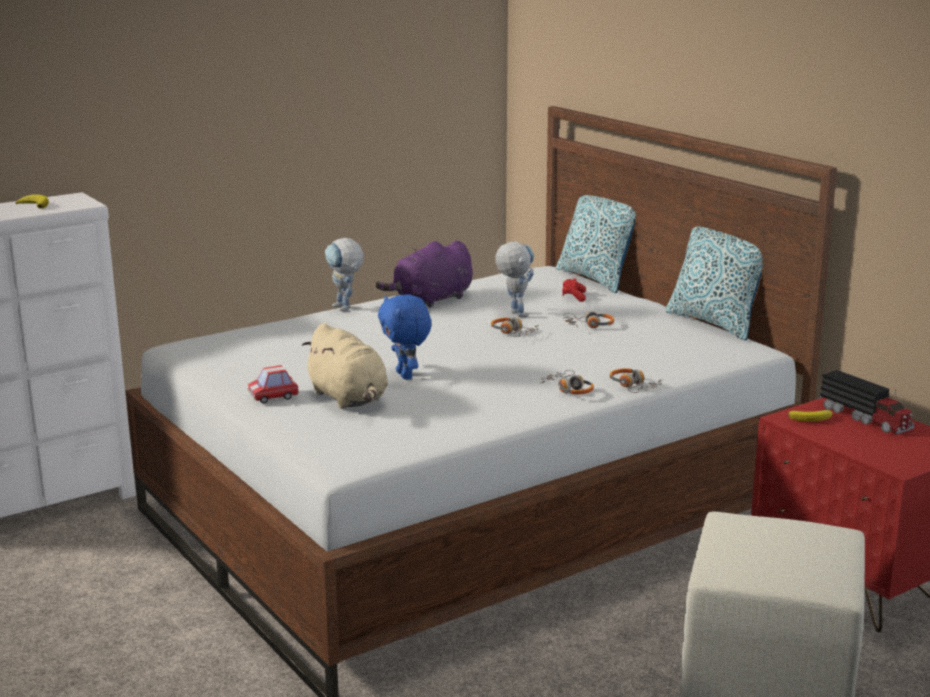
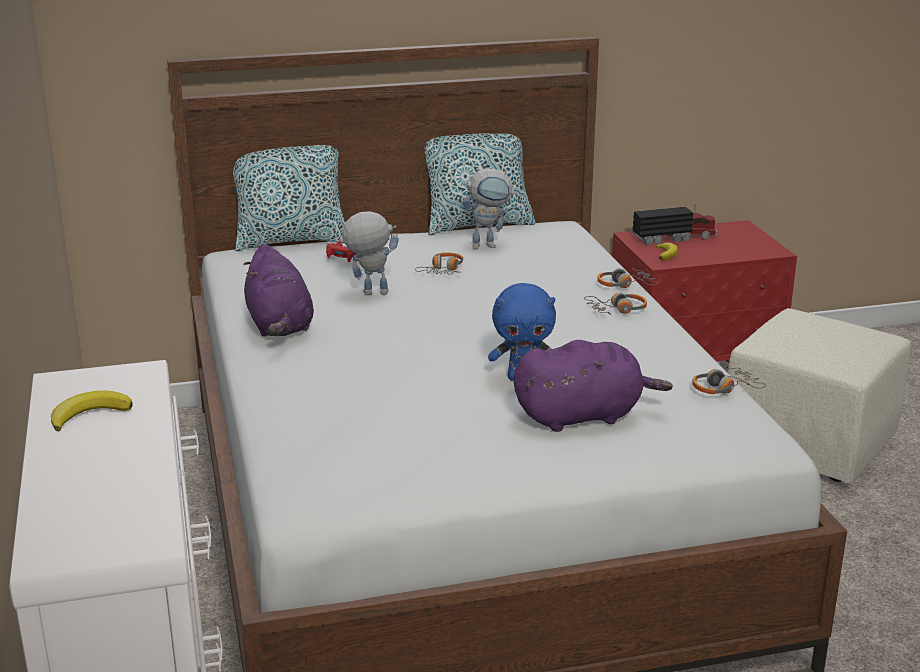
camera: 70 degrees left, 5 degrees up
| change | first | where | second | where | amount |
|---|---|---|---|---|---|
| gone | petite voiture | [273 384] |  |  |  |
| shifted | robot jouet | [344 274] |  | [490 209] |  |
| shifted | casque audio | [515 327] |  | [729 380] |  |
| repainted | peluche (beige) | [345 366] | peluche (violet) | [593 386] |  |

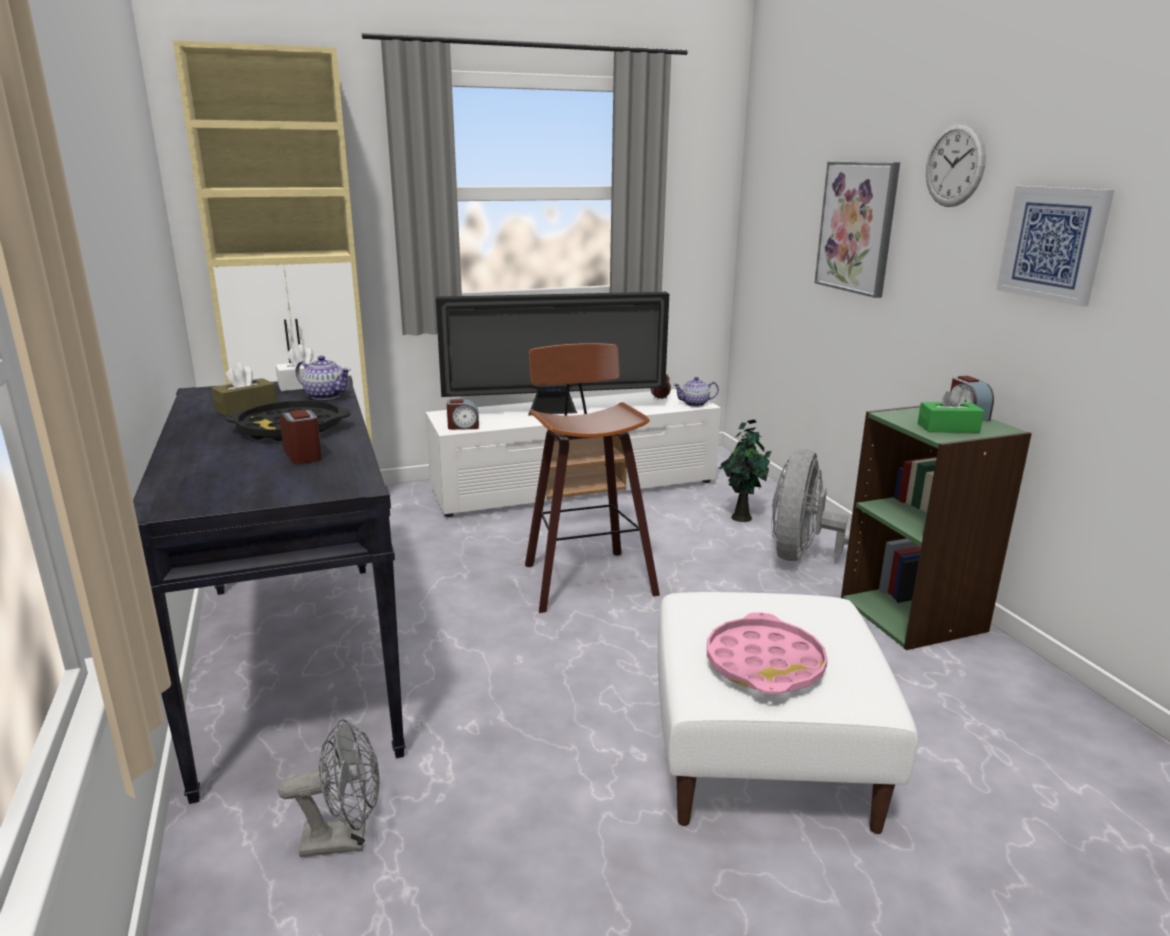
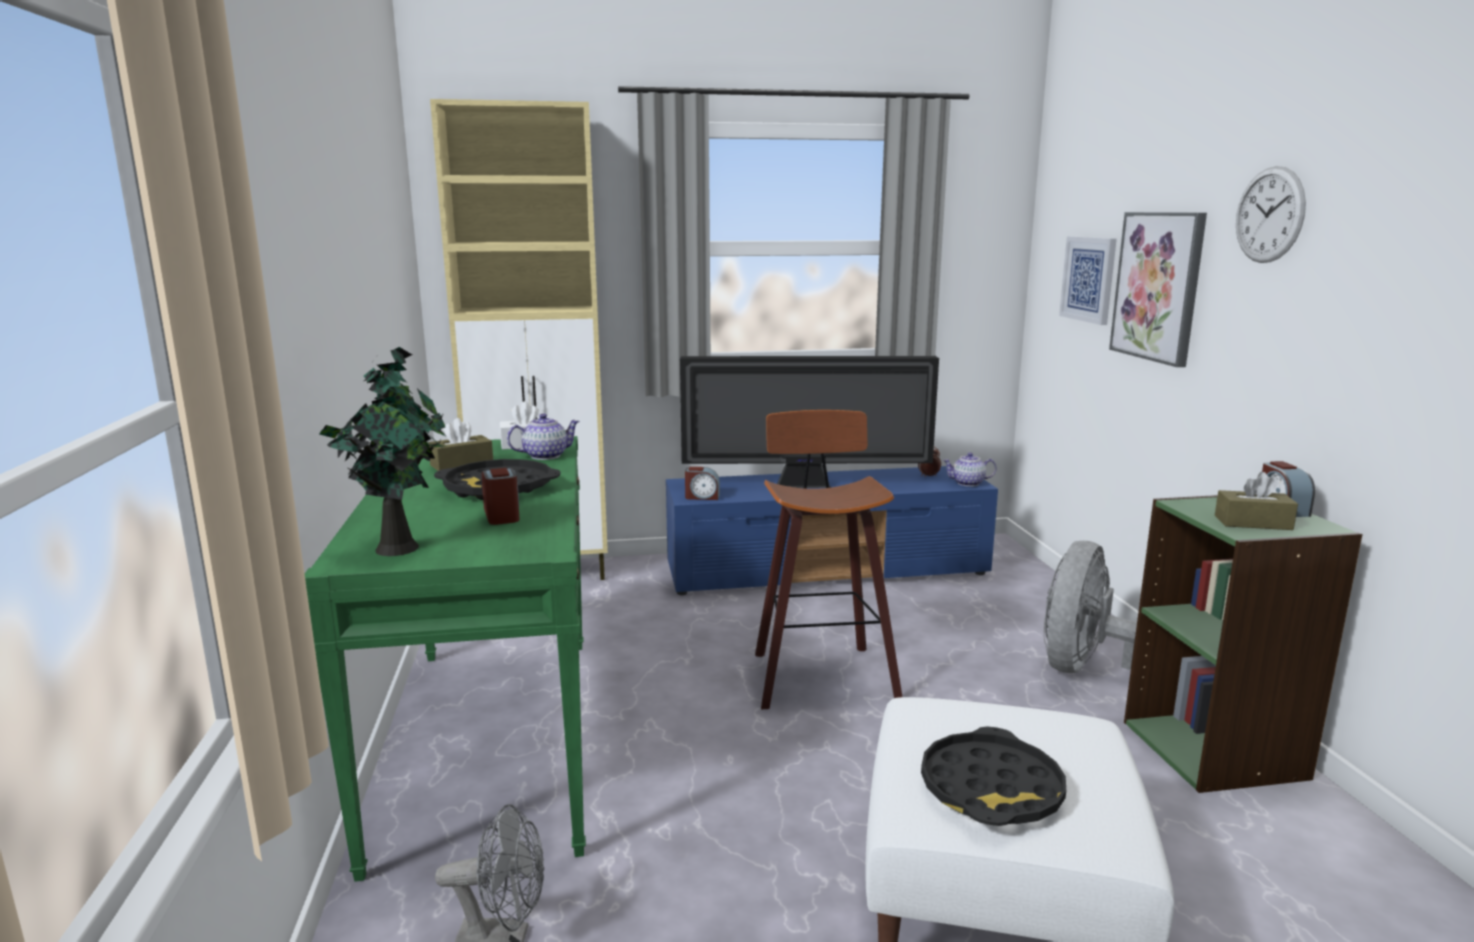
camera: 10 degrees right, 5 degrees down
| change | first | where | second | where | amount |
|---|---|---|---|---|---|
| shifted | plante en pot | [745 471] |  | [383 451] |  |
| shifted | tableau | [1055 246] |  | [1088 280] |  |
| repainted | table console (noir) | [269 590] | table console (vert) | [445 659] |  |
| repainted | meuble télé (blanc) | [573 453] | meuble télé (bleu) | [832 530] |  |
| repainted | plateau (rose) | [767 653] | plateau (noir) | [993 776] |  |
| repainted | boîte à mouchoirs (vert) | [951 409] | boîte à mouchoirs (marron) | [1256 501] |  |
| rotated | théière | [323 378] |  | [543 436] | 60 degrees counterclockwise |

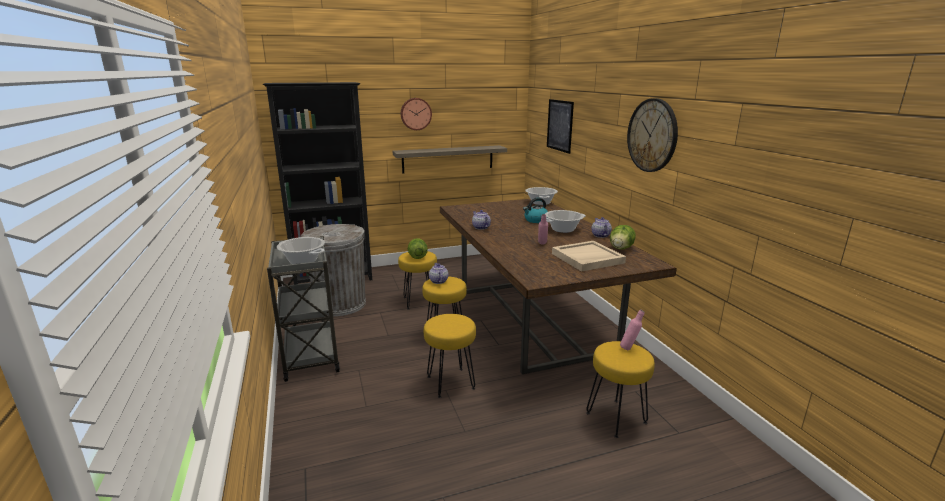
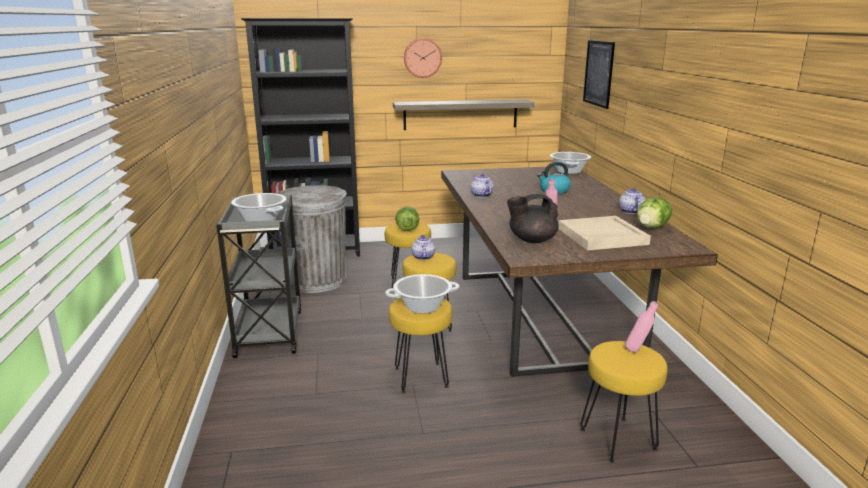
camera: 10 degrees right, 0 degrees up
| change | first | where | second | where | amount |
|---|---|---|---|---|---|
| gone | horloge murale | [652 135] |  |  |  |
| new |  |  | théière (noir) | [533 218] |  |
| shifted | marmite | [565 221] |  | [422 294] |  |

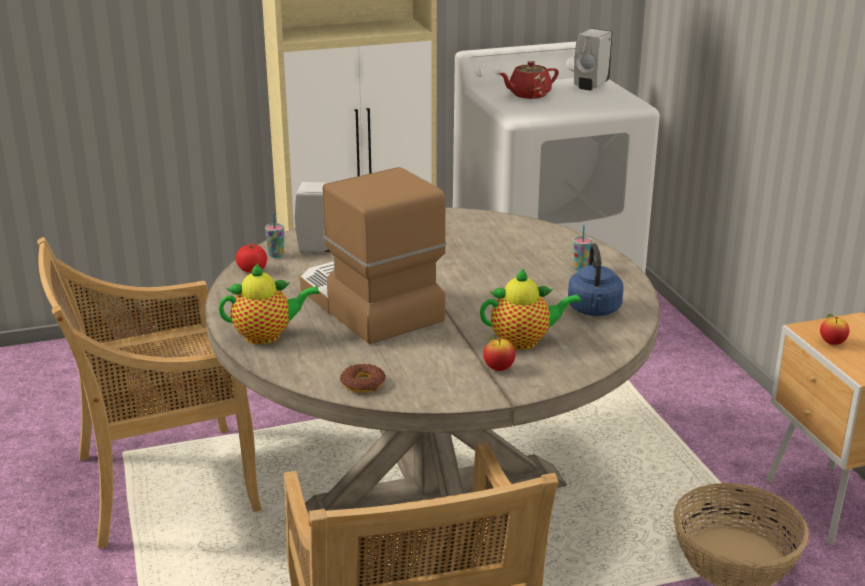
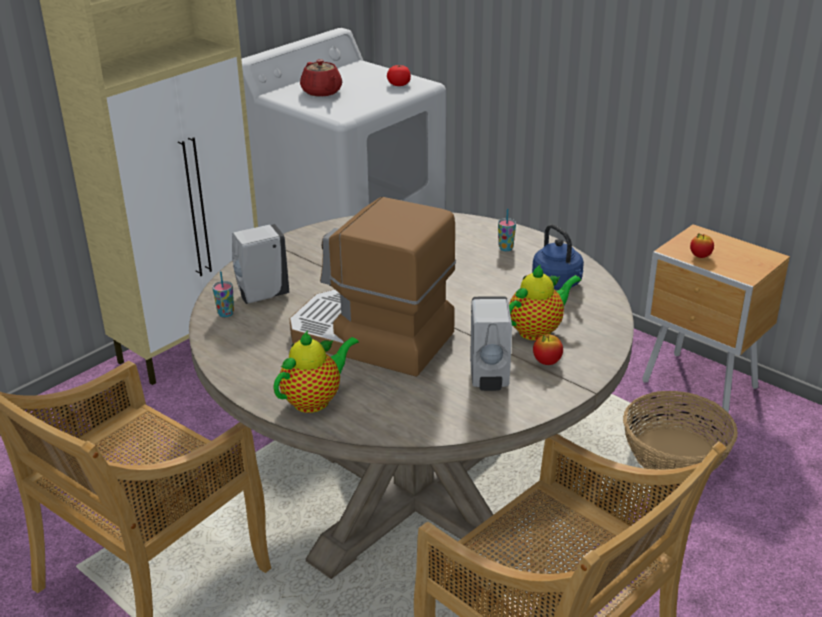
camera: 30 degrees left, 5 degrees up
| change | first | where | second | where | amount |
|---|---|---|---|---|---|
| gone | beignet | [363 378] |  |  |  |
| shifted | tomate | [251 258] |  | [399 75] |  |
| shifted | distributeur de savon (blanc) | [593 59] |  | [491 343] |  |
| rotated | théière (rouge) | [529 80] |  | [321 78] | 60 degrees counterclockwise |

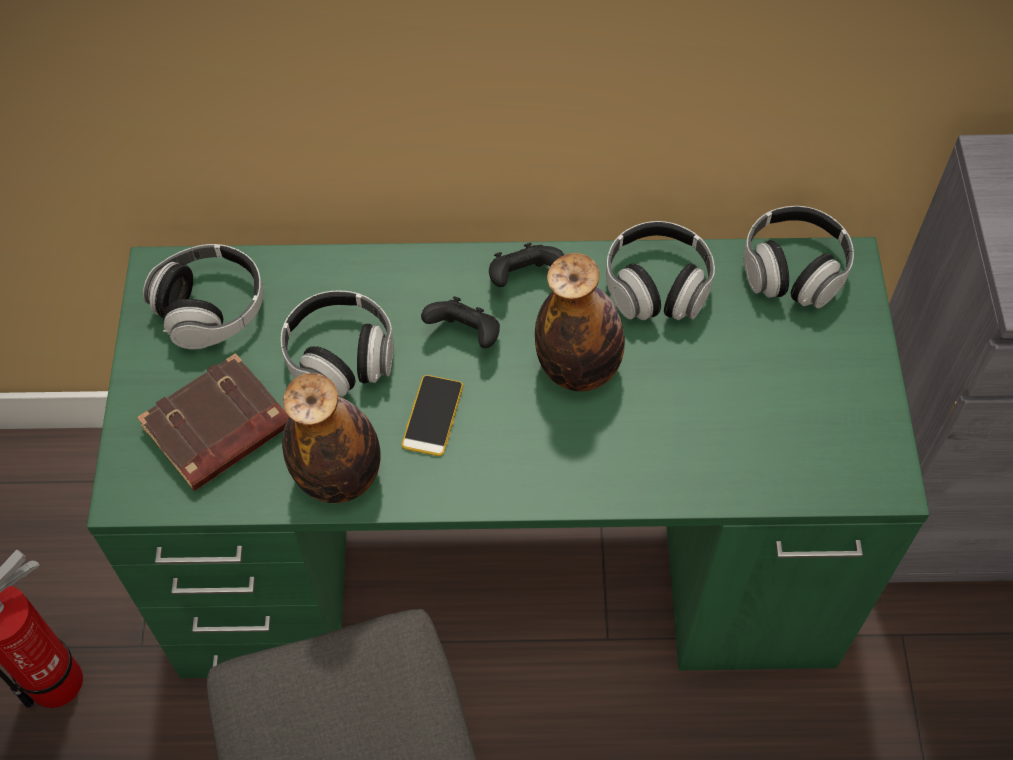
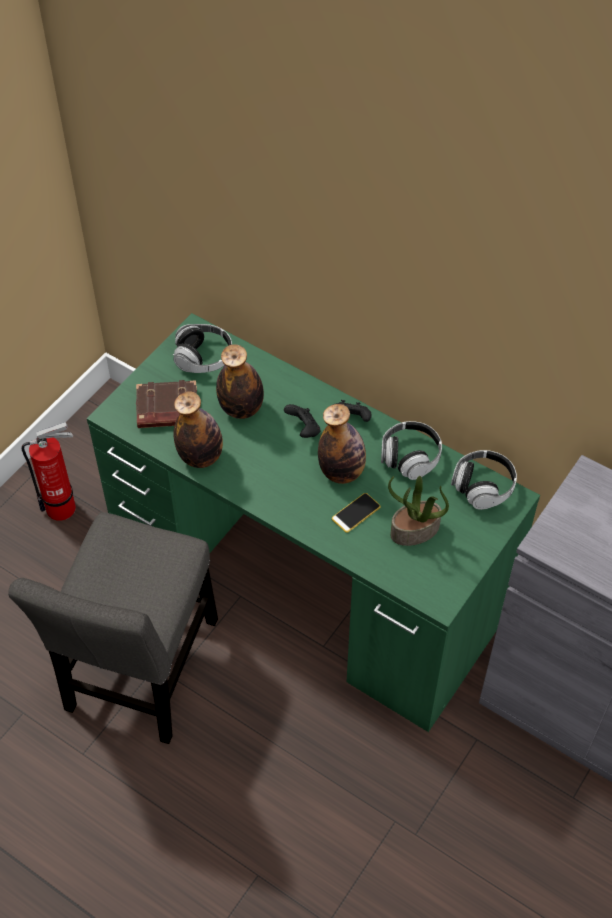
camera: 35 degrees right, 5 degrees down
| change | first | where | second | where | amount |
|---|---|---|---|---|---|
| new |  |  | plante en pot | [418 511] |  |
| shifted | téléphone | [432 415] |  | [356 513] |  |
| swapped | casque audio | [337 343] | bouteille | [240 381] |  |

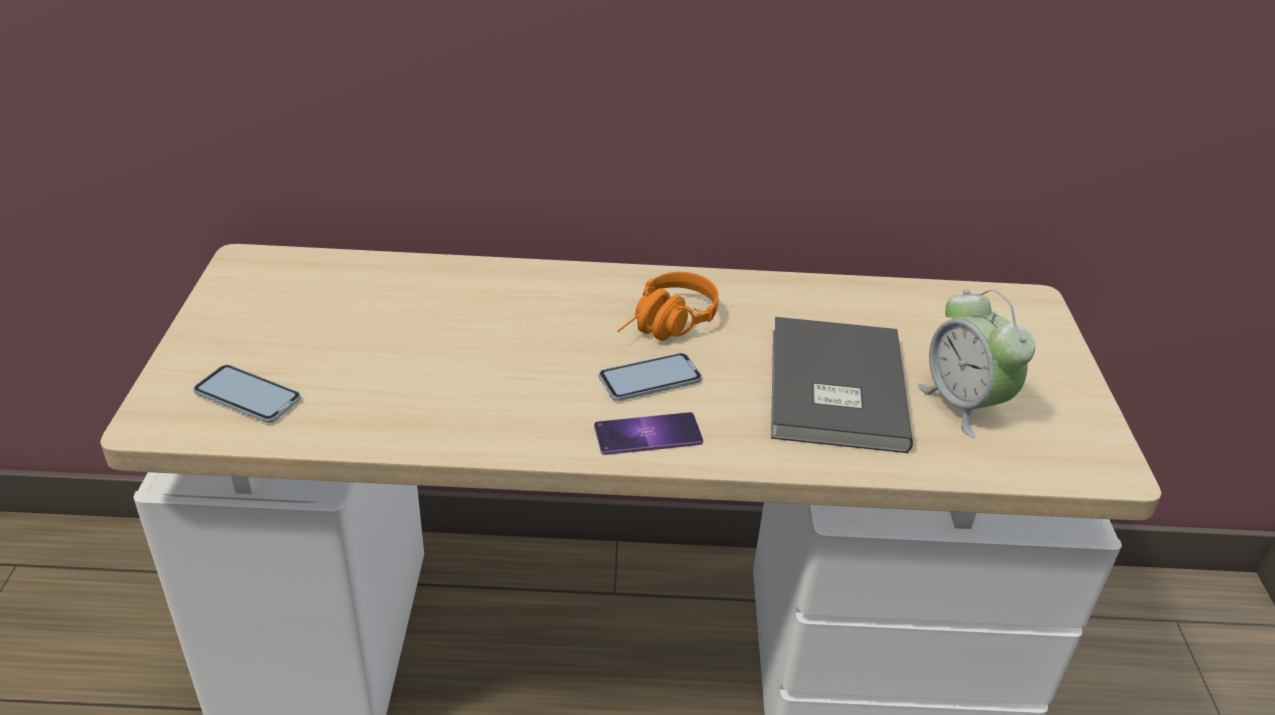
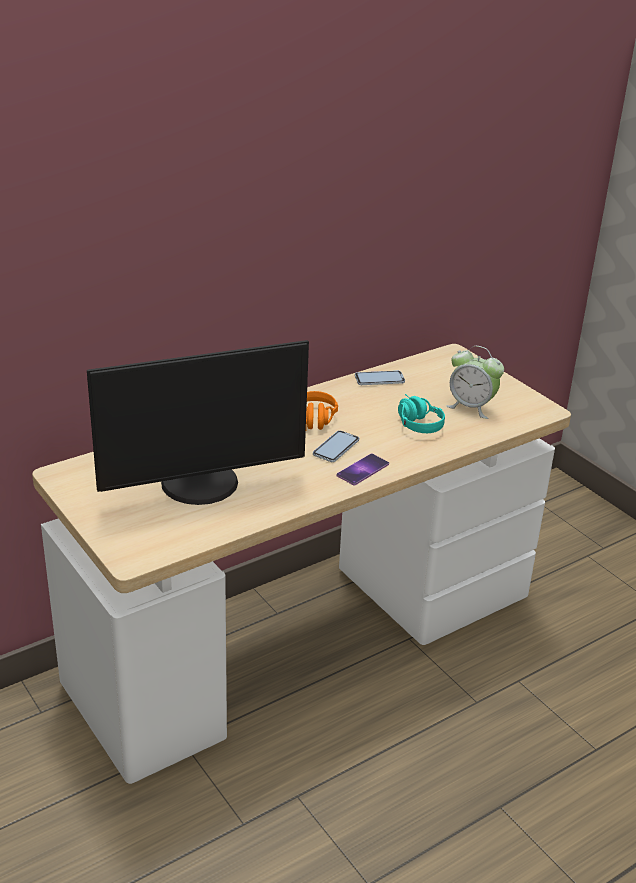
camera: 35 degrees left, 5 degrees down
| change | first | where | second | where | amount |
|---|---|---|---|---|---|
| new |  |  | écran d'ordinateur | [198 422] |  |
| shifted | téléphone | [247 393] |  | [380 378] |  |
| swapped | livre (gris) | [842 385] | casque audio (turquoise) | [421 413] |  |

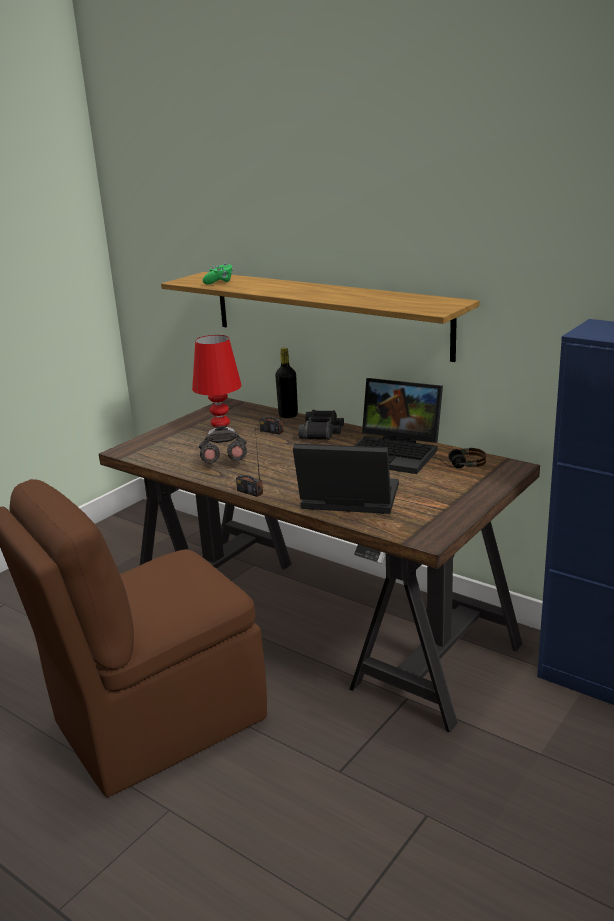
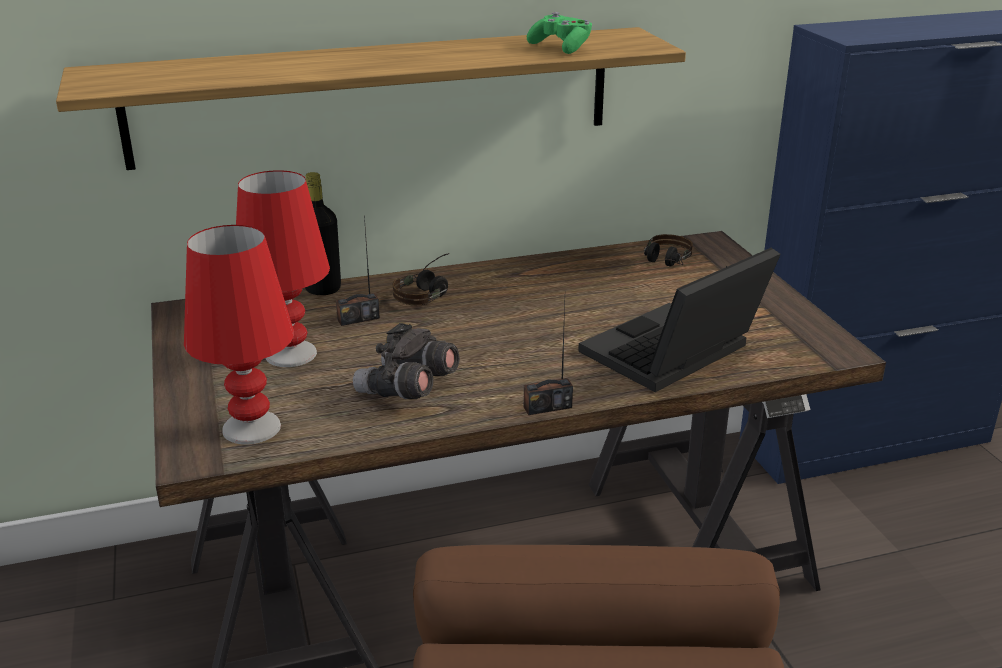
camera: 55 degrees left, 5 degrees up
| change | first | where | second | where | amount |
|---|---|---|---|---|---|
| gone | ordinateur portable | [398 426] |  |  |  |
| new |  |  | lampe de table (rouge) | [239 335] |  |
| shifted | manette (vert) | [218 274] |  | [559 33] |  |
| swapped | jumelles (noir) | [321 425] | casque audio | [421 279] |  |

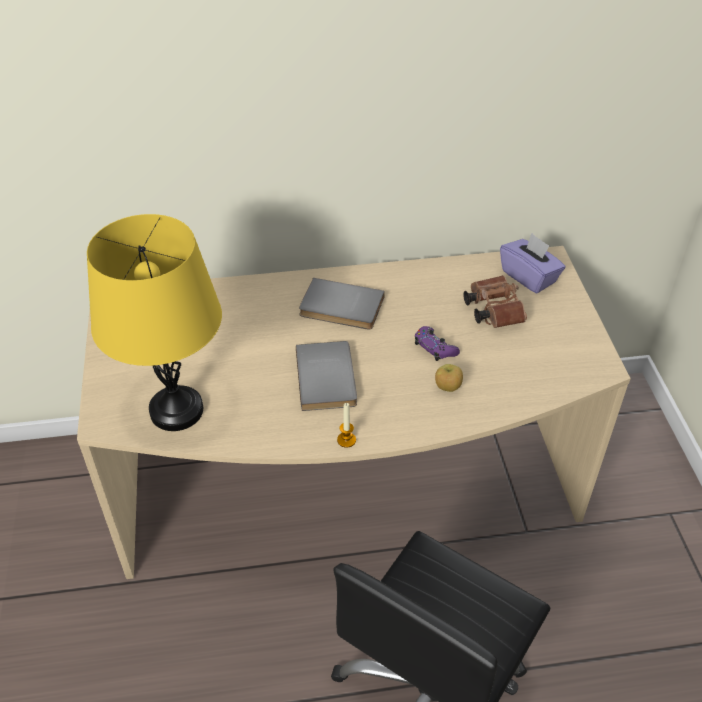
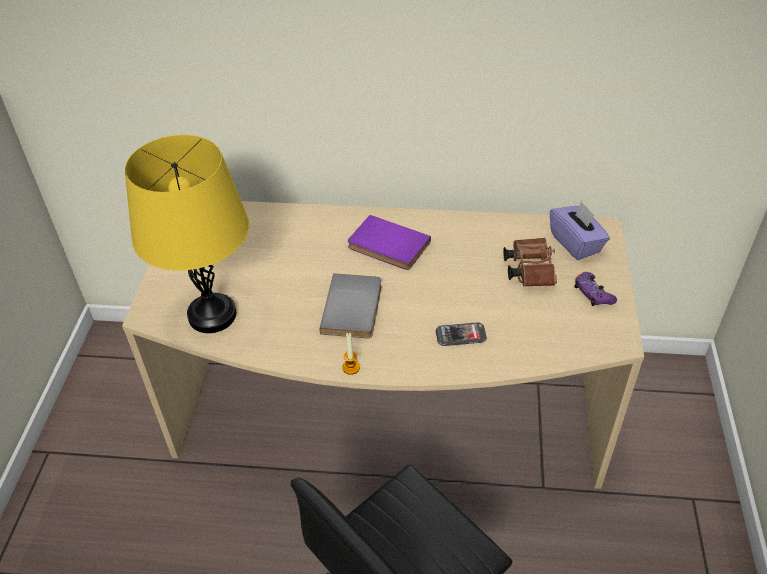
camera: 15 degrees right, 0 degrees up
| change | first | where | second | where | amount |
|---|---|---|---|---|---|
| shifted | manette (violet) | [437 343] |  | [596 289] |  |
| swapped | pomme | [449 378] | téléphone | [461 334] |  |
| repainted | livre (gris) | [342 304] | livre (violet) | [389 242] |  |

